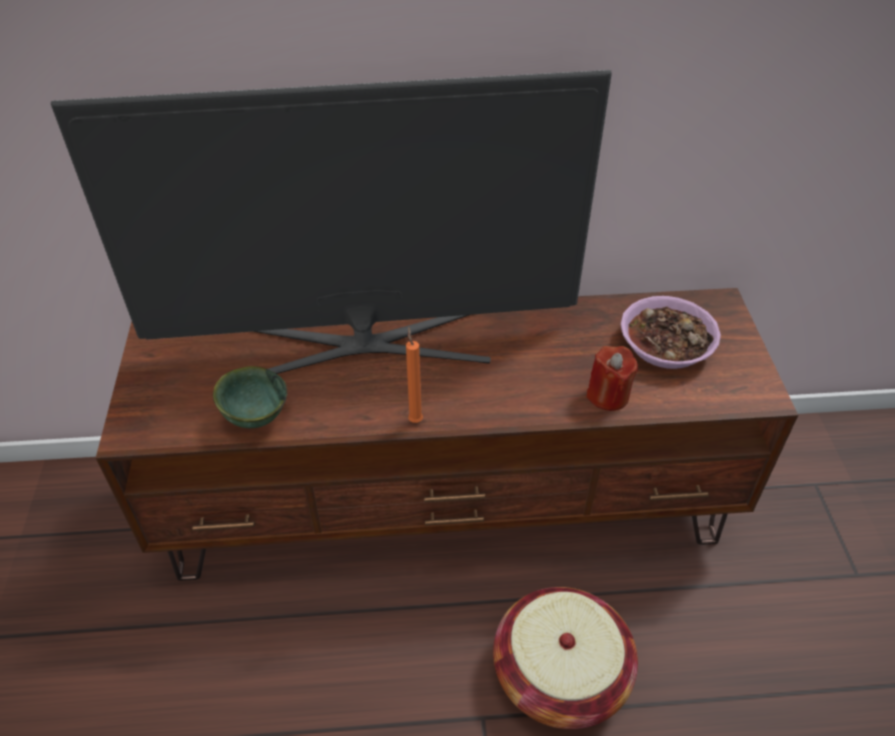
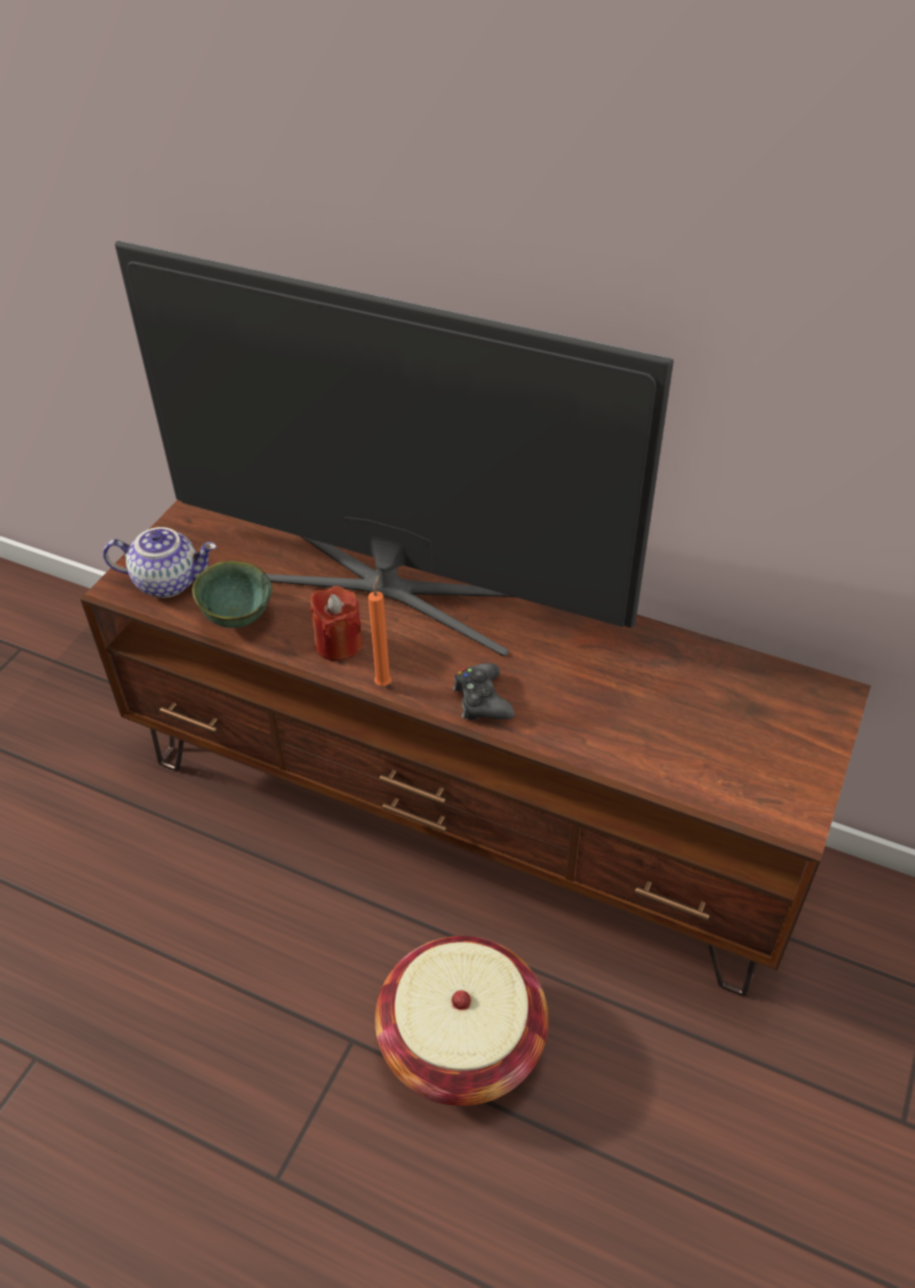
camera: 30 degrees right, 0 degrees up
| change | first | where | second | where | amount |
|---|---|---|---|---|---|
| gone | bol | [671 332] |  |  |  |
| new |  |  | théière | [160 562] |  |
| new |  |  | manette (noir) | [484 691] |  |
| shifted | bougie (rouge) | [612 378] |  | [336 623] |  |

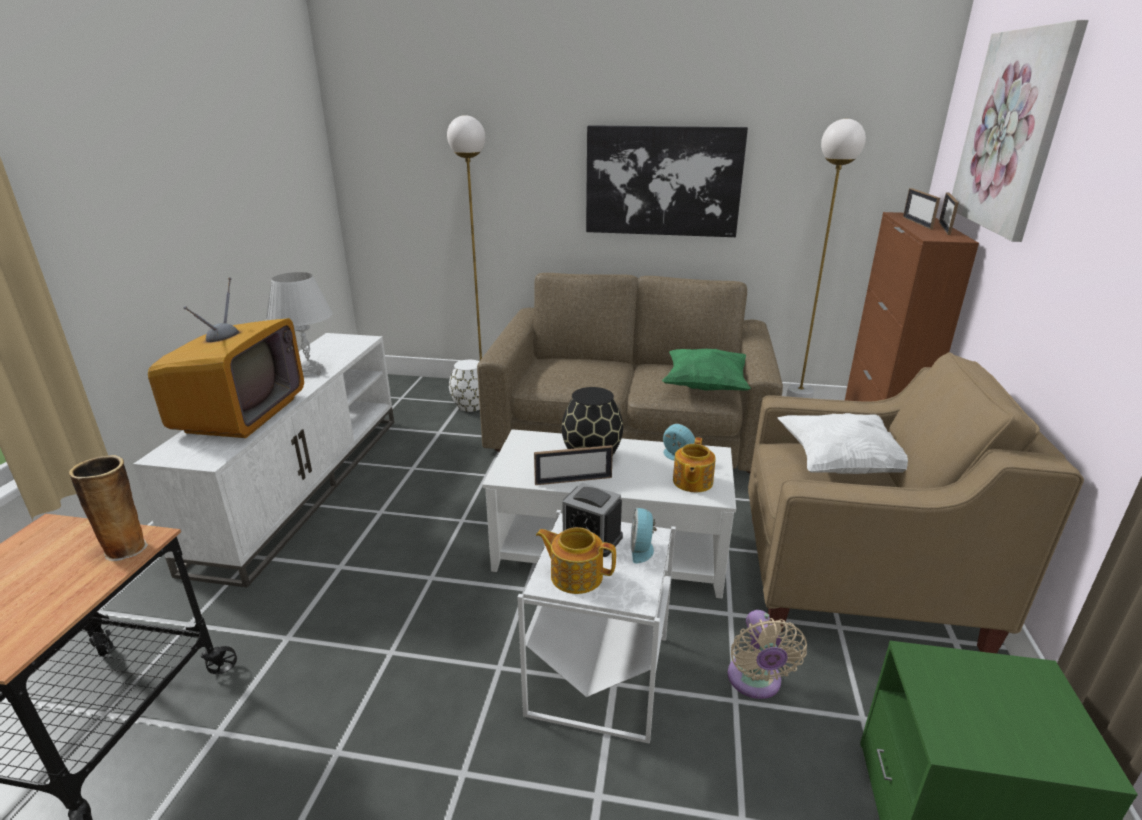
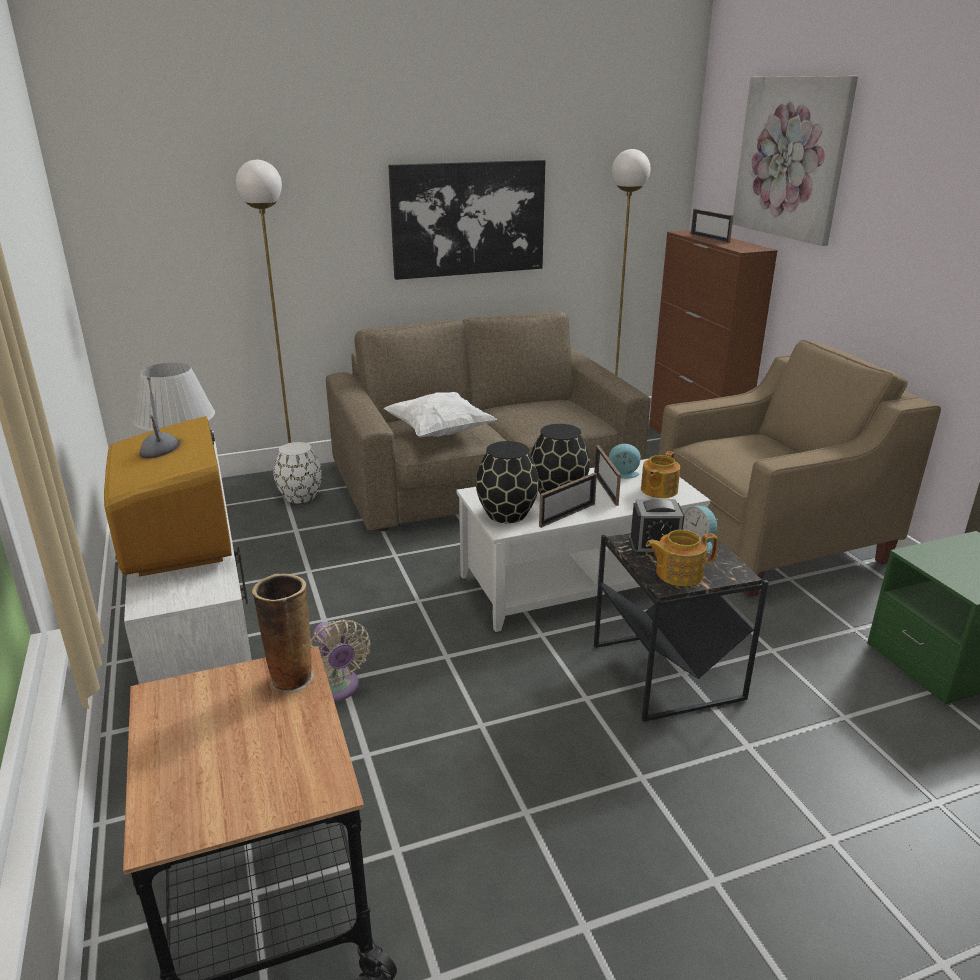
camera: 30 degrees left, 0 degrees up
| change | first | where | second | where | amount |
|---|---|---|---|---|---|
| gone | coussin (vert) | [706 370] |  |  |  |
| new |  |  | vase (noir) | [507 482] |  |
| shifted | ventilateur (beige) | [767 654] |  | [341 660] |  |
| shifted | coussin (blanc) | [842 443] |  | [440 415] |  |
| shifted | cadre photo | [949 213] |  | [607 475] |  |
| repainted | table d'appoint (blanc) | [596 627] | table d'appoint (noir) | [681 627] |  |
| rotated | théière | [694 464] |  | [660 474] | 45 degrees clockwise |

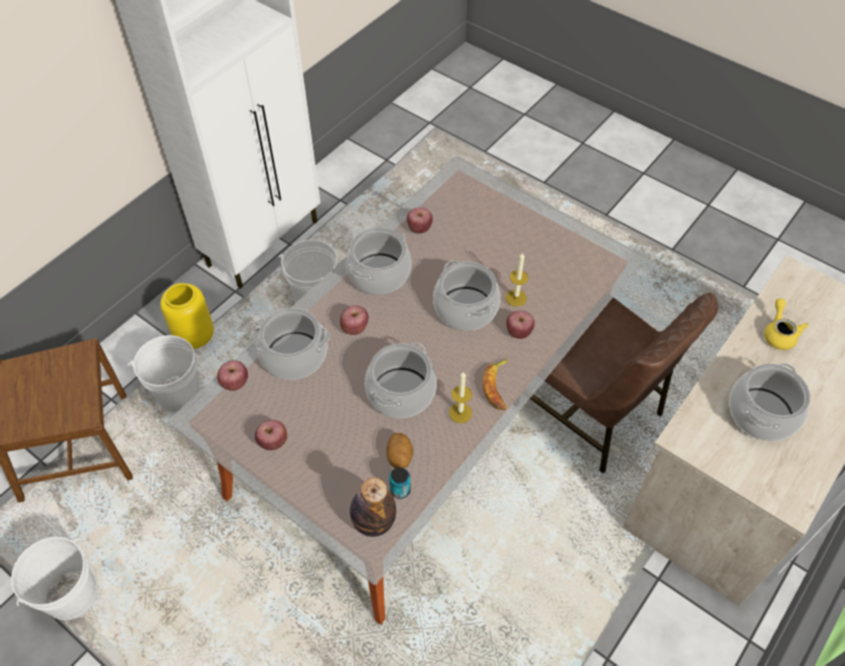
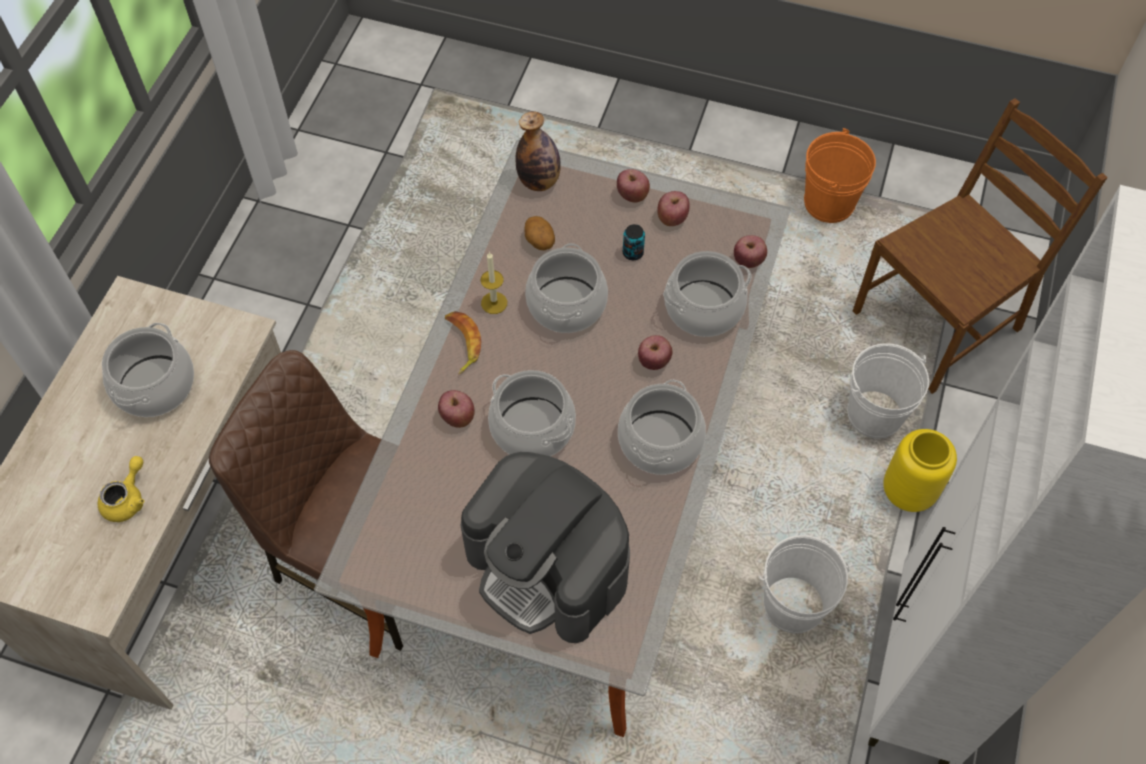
camera: 160 degrees right, 5 degrees up
| change | first | where | second | where | amount |
|---|---|---|---|---|---|
| gone | bougie | [516 280] |  |  |  |
| new |  |  | machine à café | [545 547] |  |
| shifted | boîte métallique | [400 483] |  | [634 242] |  |
| shifted | pomme | [420 220] |  | [633 185] |  |
| repainted | seau (blanc) | [54 578] | seau (orange) | [840 175] |  |
| rotated | théière (jaune) | [786 324] |  | [121 489] | 135 degrees counterclockwise |

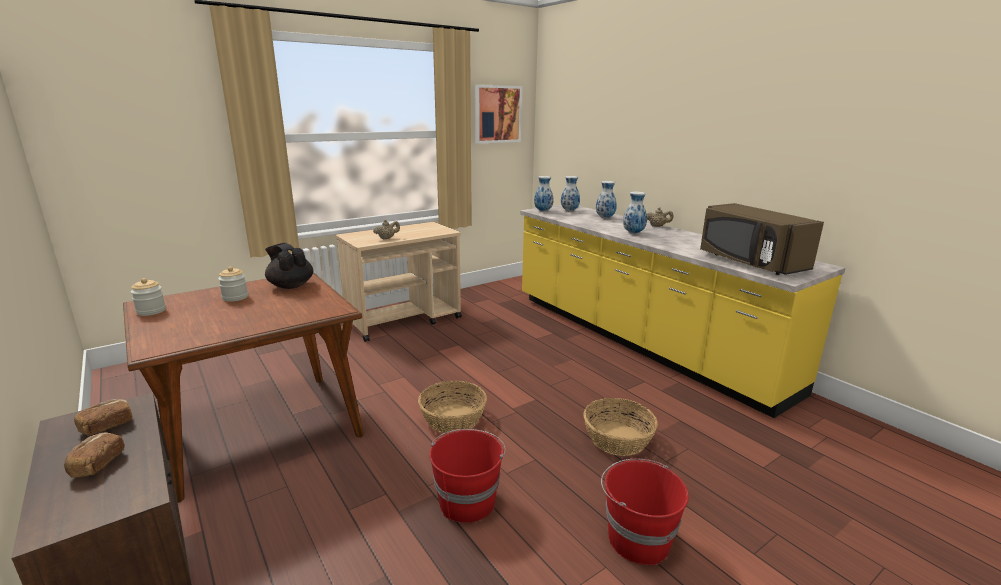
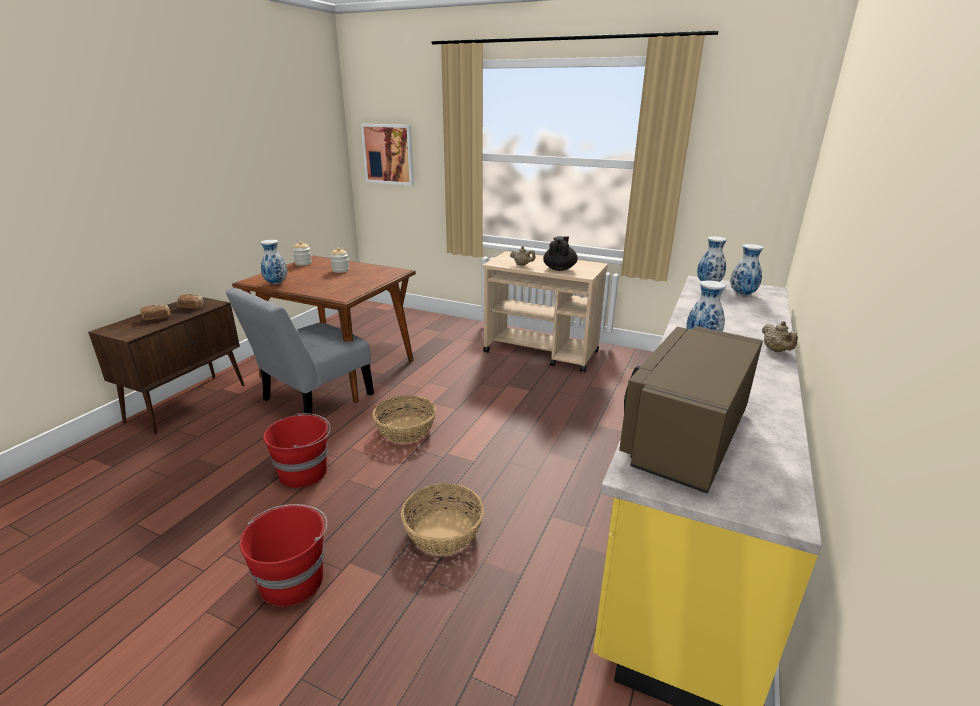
camera: 60 degrees right, 5 degrees up
| change | first | where | second | where | amount |
|---|---|---|---|---|---|
| new |  |  | chaise (gris) | [299 351] |  |
| shifted | théière (noir) | [289 266] |  | [560 253] |  |
| shifted | tableau | [498 114] |  | [387 155] |  |
| shifted | vase | [606 199] |  | [274 262] |  |

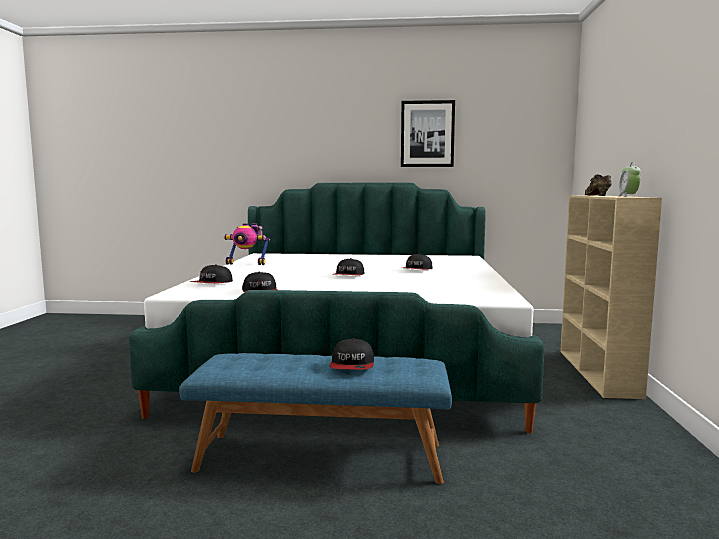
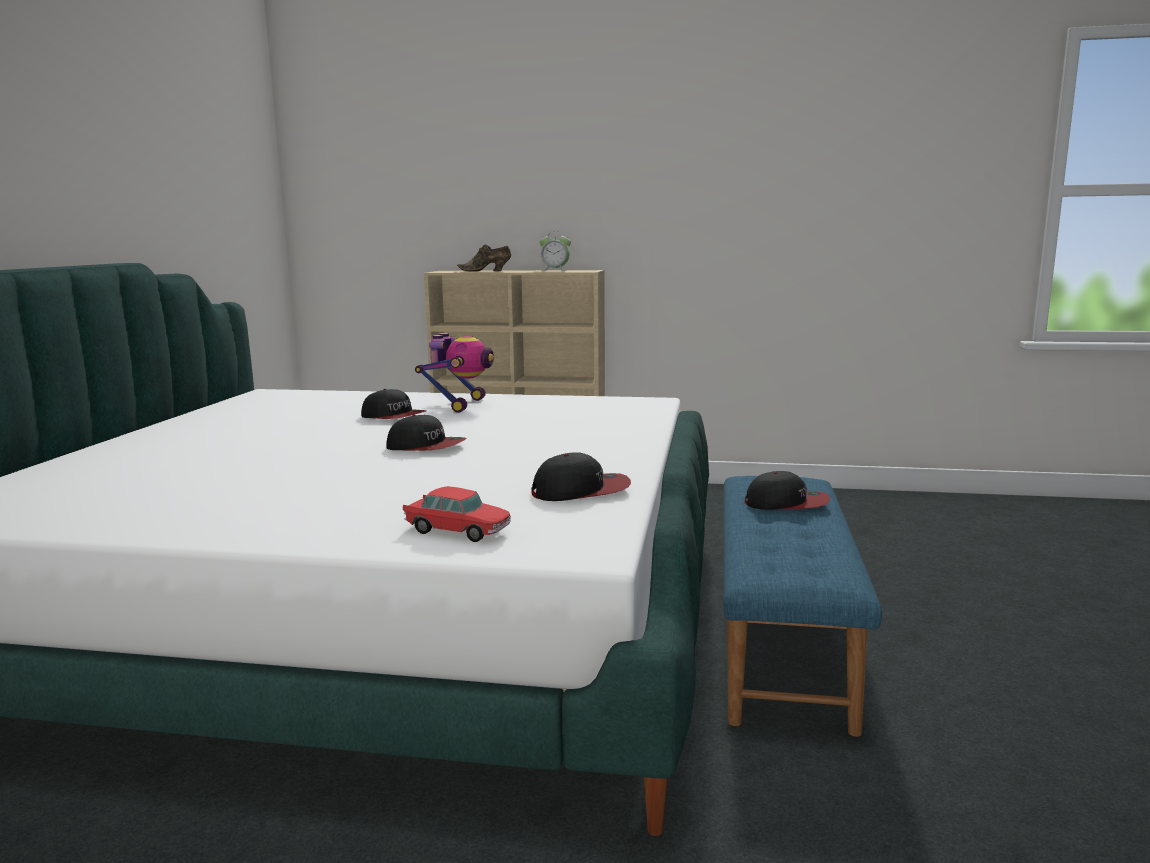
camera: 85 degrees left, 5 degrees up
| change | first | where | second | where | amount |
|---|---|---|---|---|---|
| gone | tableau | [428 133] |  |  |  |
| shifted | robot jouet | [247 244] |  | [454 373] |  |
| swapped | casquette | [212 274] | petite voiture | [457 514] |  |

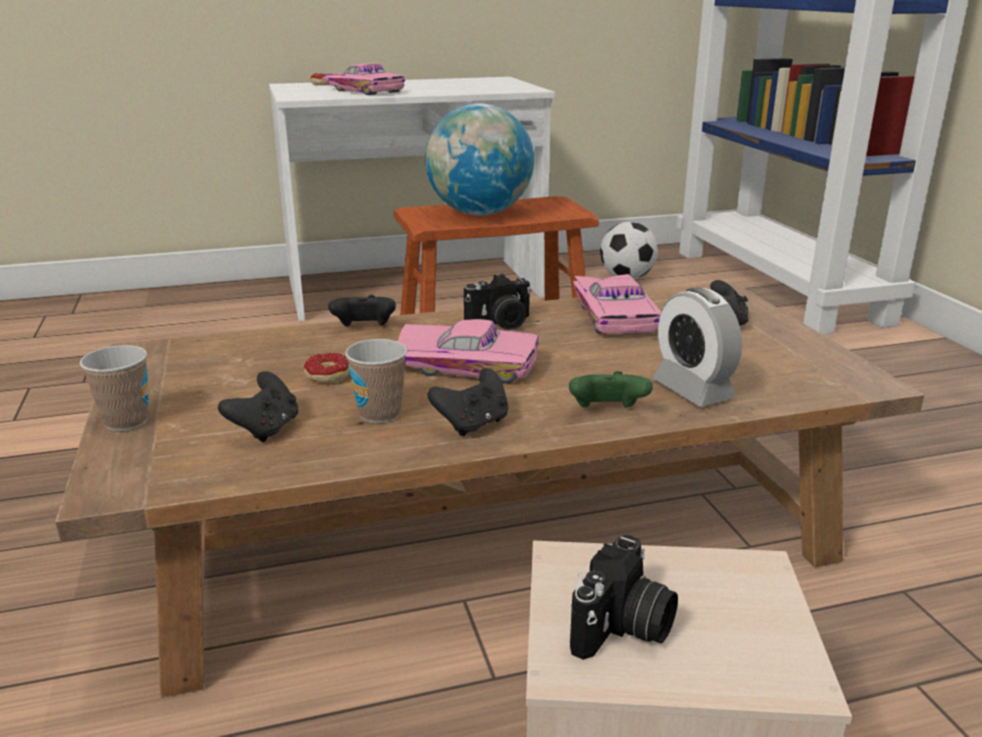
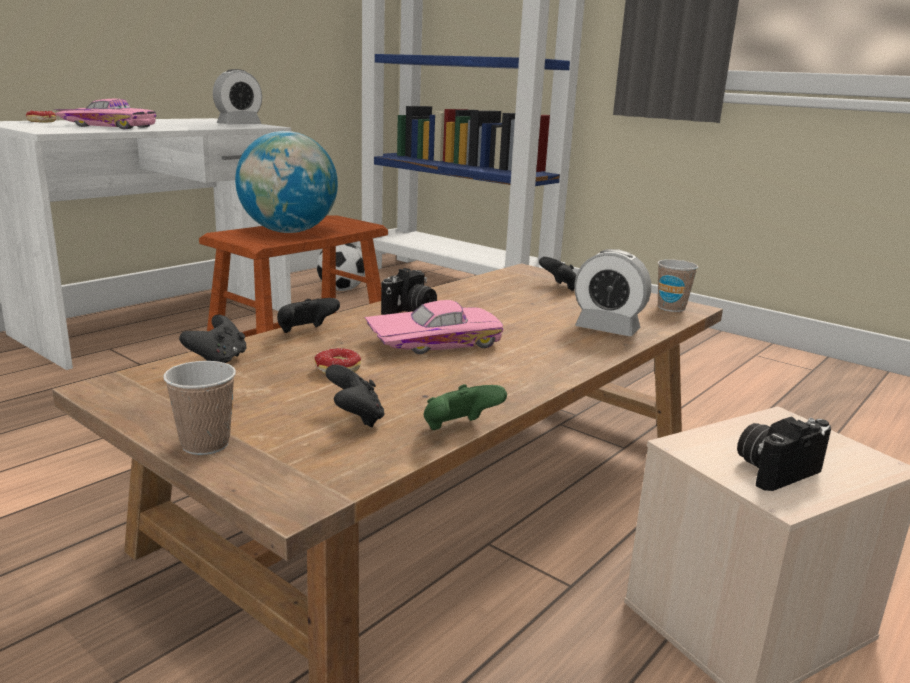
camera: 35 degrees left, 5 degrees down
| change | first | where | second | where | amount |
|---|---|---|---|---|---|
| gone | petite voiture (rose) | [617 304] |  |  |  |
| new |  |  | réveil | [237 96] |  |
| shifted | tasse | [376 381] |  | [678 285] |  |
| shifted | manette (noir) | [468 402] |  | [213 339] |  |
| shifted | manette (vert) | [611 389] |  | [465 407] |  |
| rotated | appareil photo | [624 597] |  | [784 454] | 120 degrees counterclockwise |

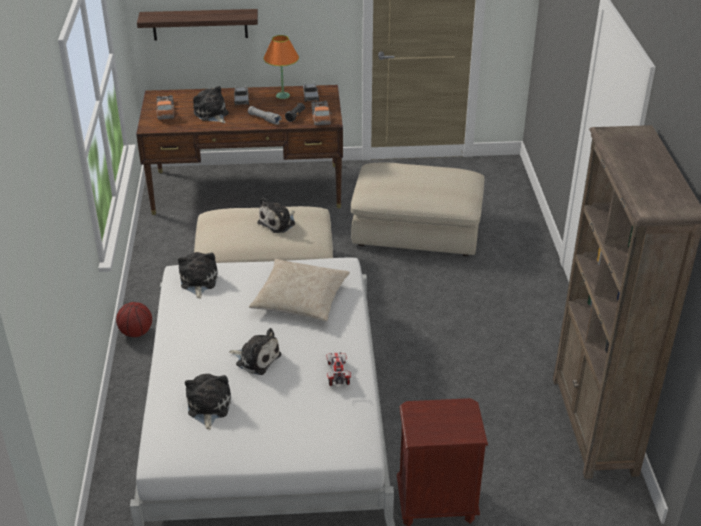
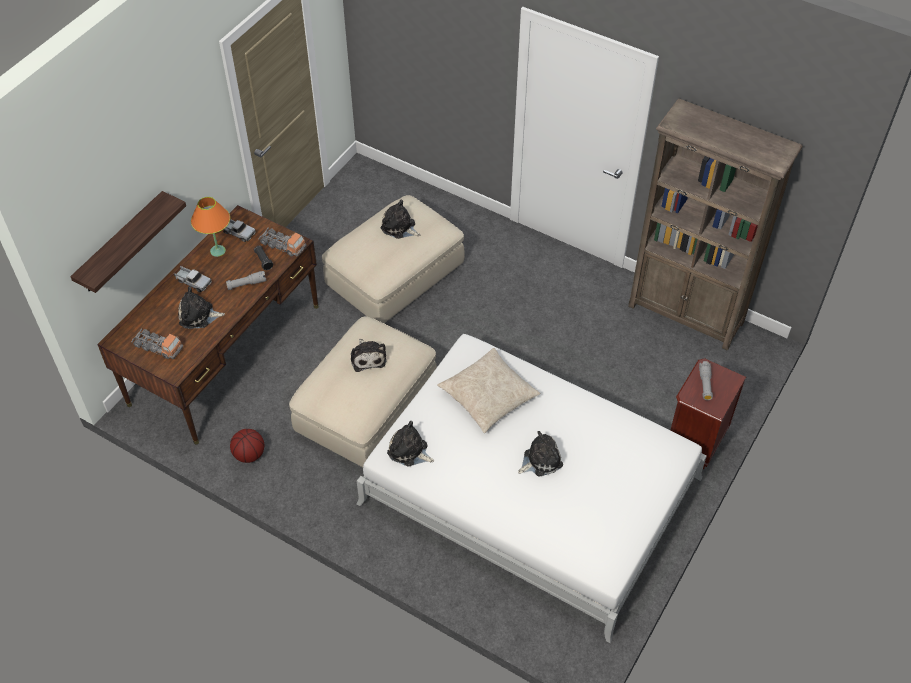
camera: 55 degrees left, 15 degrees up
| change | first | where | second | where | amount |
|---|---|---|---|---|---|
| gone | petite voiture | [338 369] |  |  |  |
| new |  |  | lampe de poche (gris) | [706 380] |  |
| shifted | ballon de basket | [134 319] |  | [247 446] |  |
| shifted | peluche | [208 402] |  | [400 219] |  |

